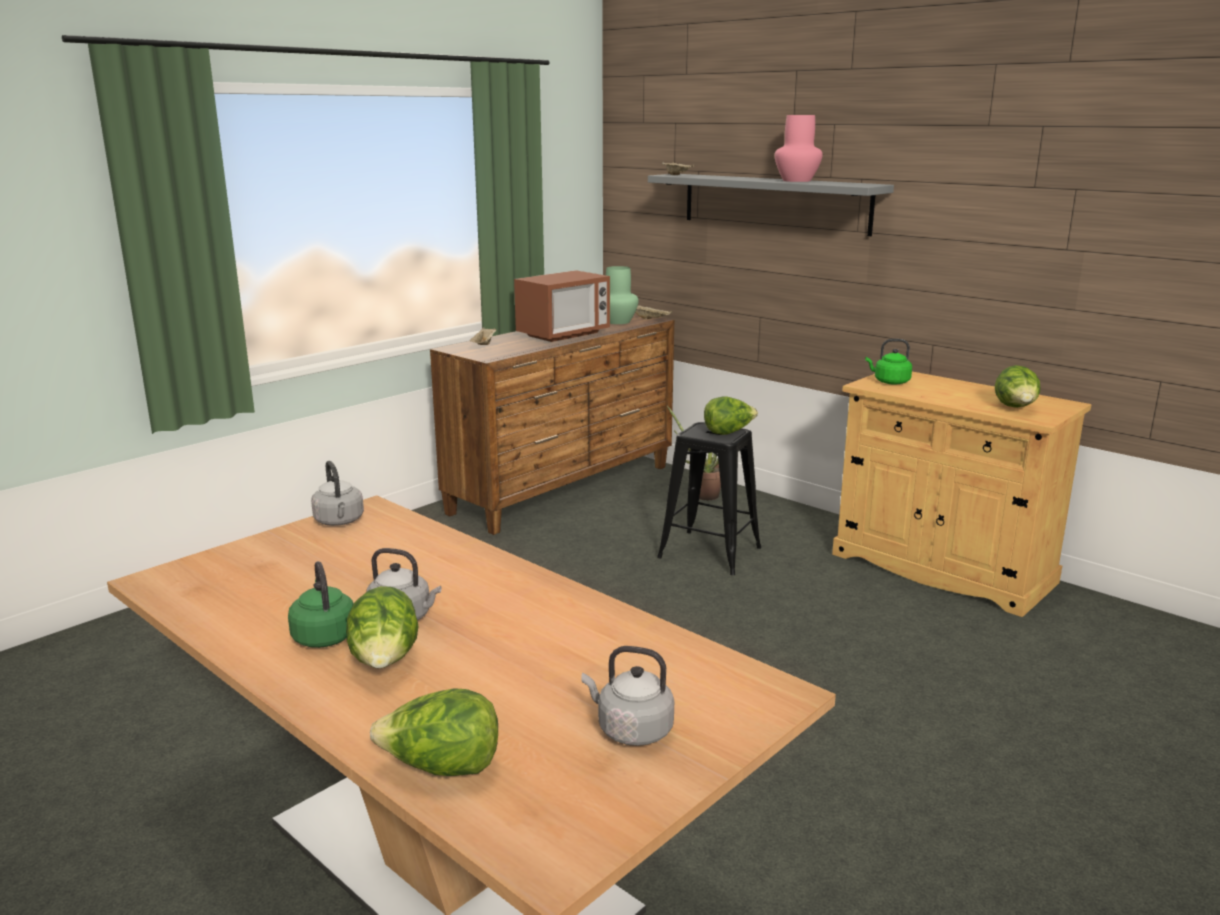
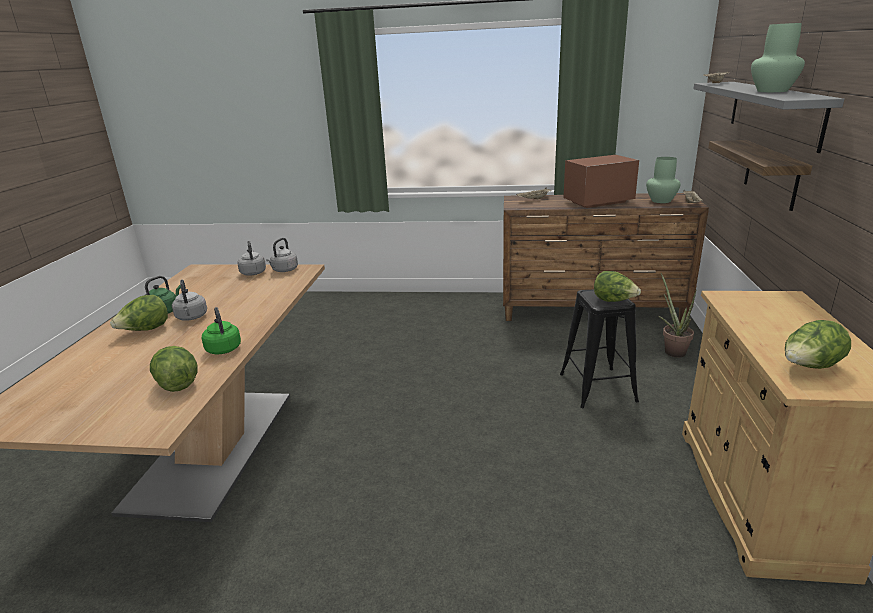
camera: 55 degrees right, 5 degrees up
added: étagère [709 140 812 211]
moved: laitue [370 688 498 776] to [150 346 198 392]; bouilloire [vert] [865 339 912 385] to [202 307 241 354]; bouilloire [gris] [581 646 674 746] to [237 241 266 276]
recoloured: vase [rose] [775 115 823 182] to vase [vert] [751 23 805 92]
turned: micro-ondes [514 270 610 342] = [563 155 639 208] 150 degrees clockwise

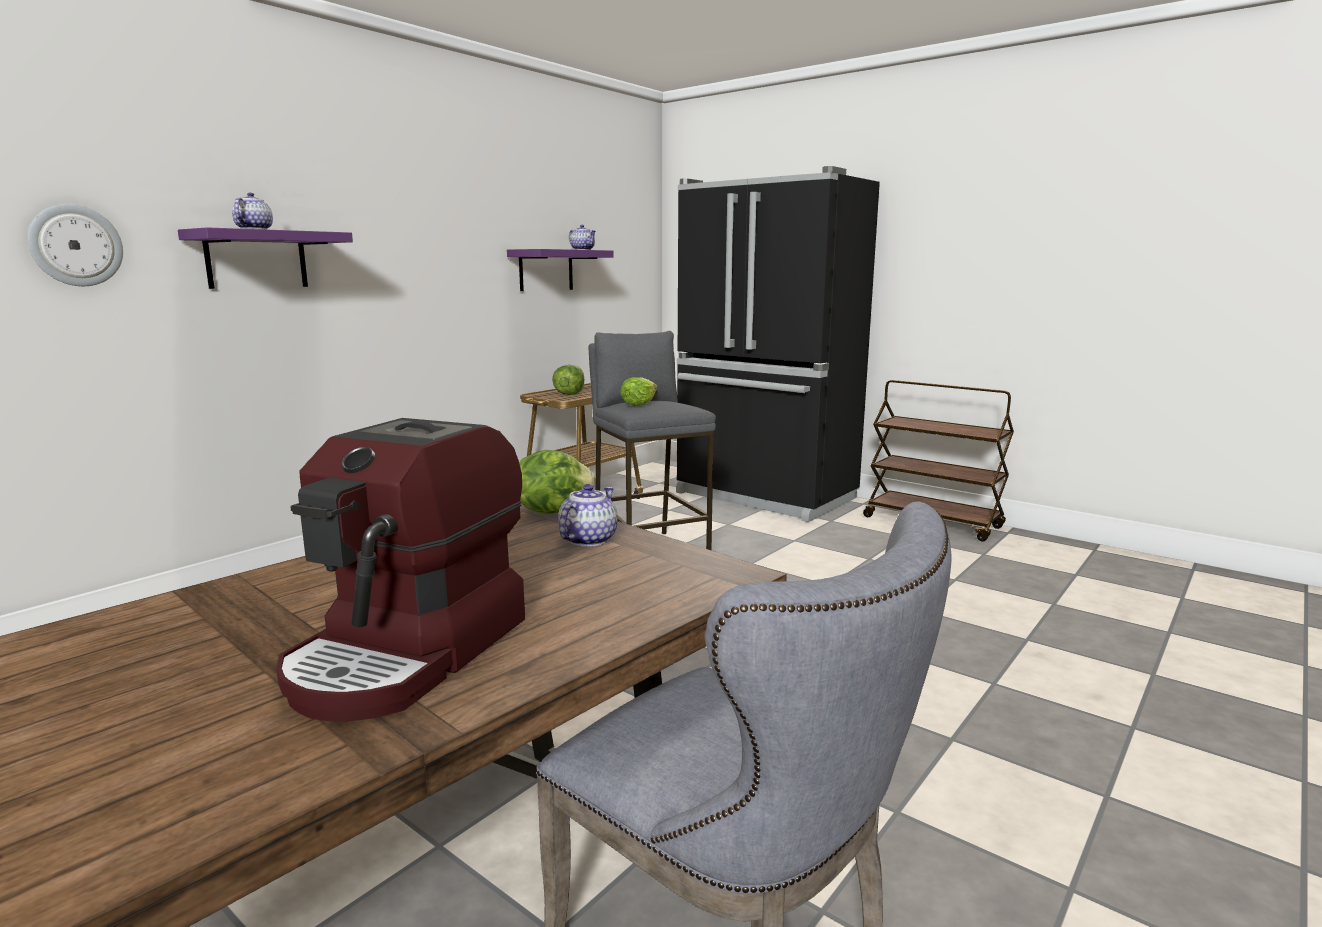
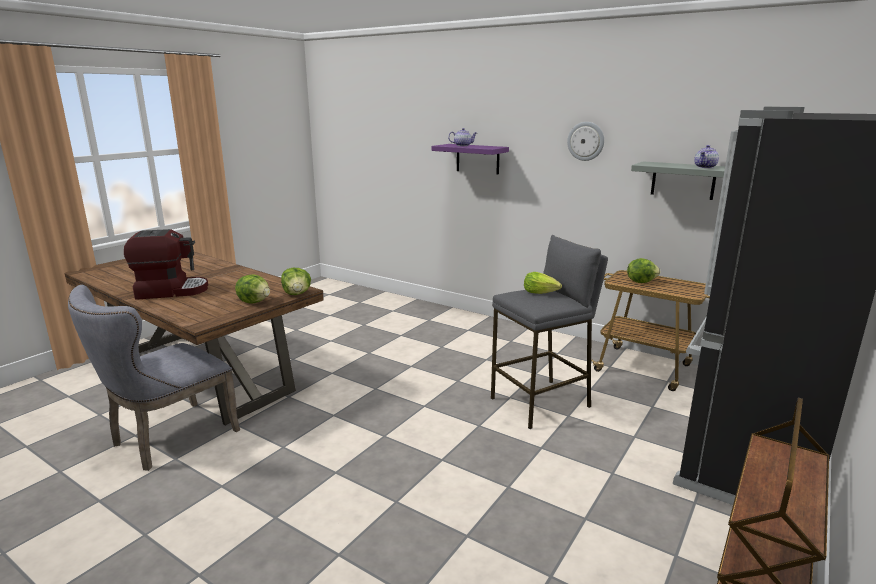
camera: 85 degrees right, 5 degrees up
moved: horloge murale [27 204 123 286] to [567 122 604 161]
replaced: théière [558 484 618 547] to laitue [235 274 270 304]
recoloured: étagère [violet] [507 249 614 291] to étagère [gris] [631 161 729 200]
turned: machine à café [276 418 525 722] = [124 229 208 300] 150 degrees clockwise

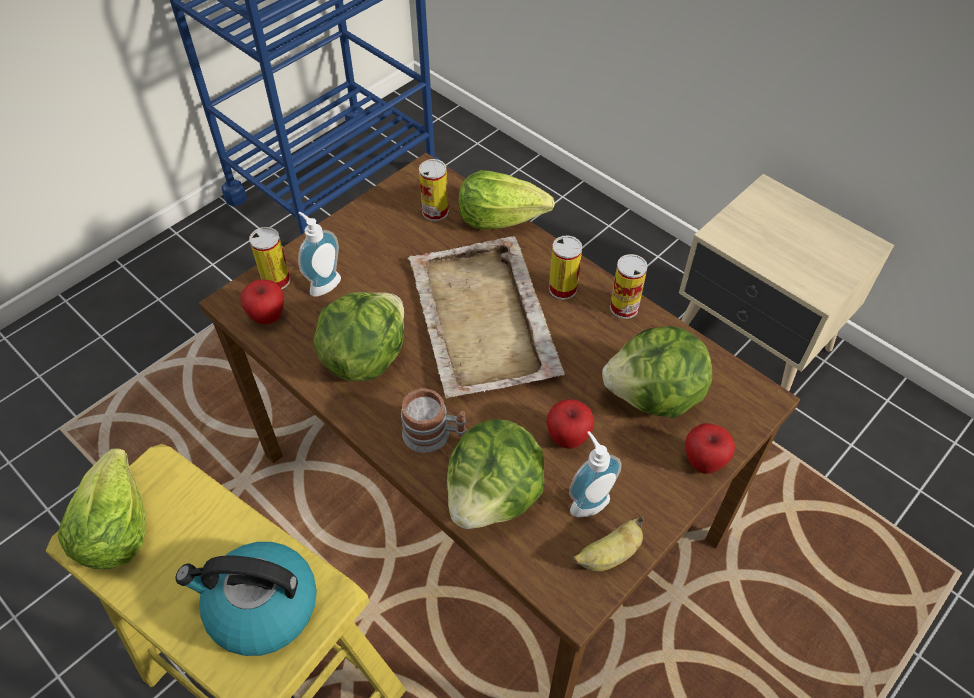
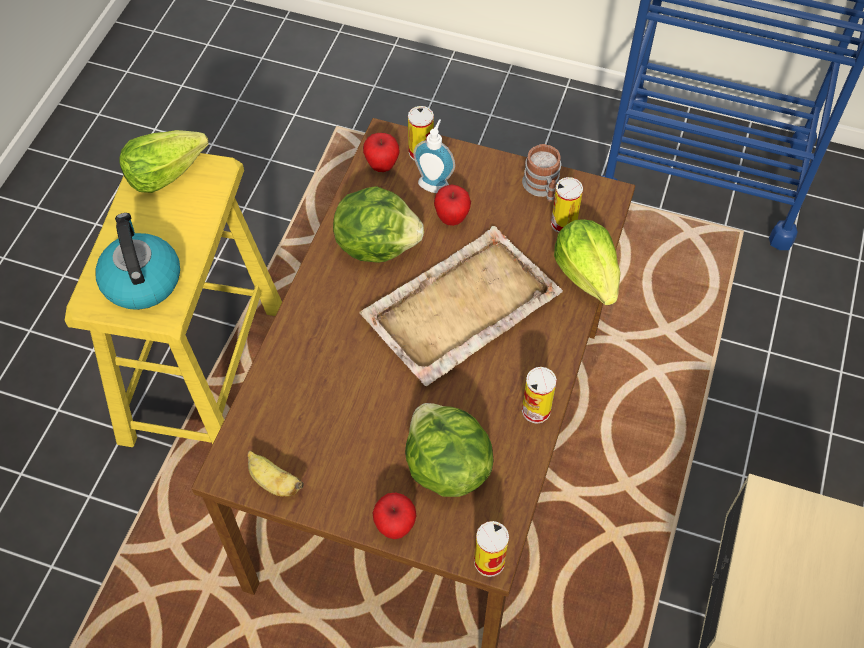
camera: 65 degrees right, 5 degrees up
removed: laitue [446 420 544 529]; distributeur de savon [569 431 621 517]
moved: pomme [546 399 594 449] to [434 184 471 226]; boîte métallique [549 236 582 300] to [474 521 509 577]; mug [401 388 466 453] to [522 144 561 202]

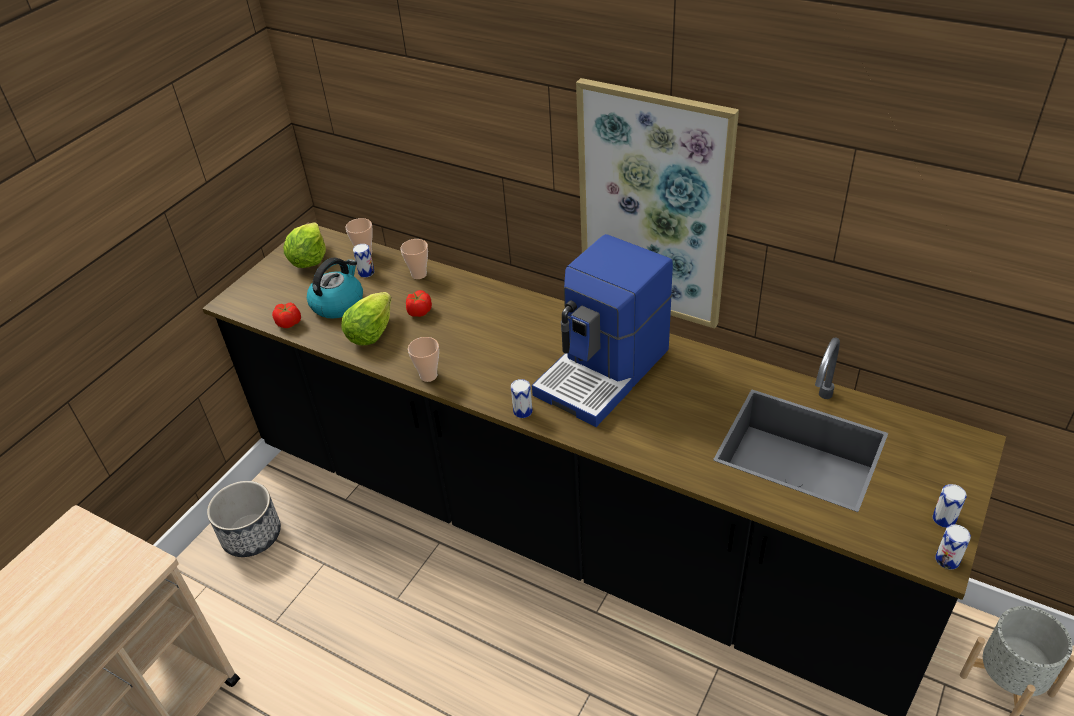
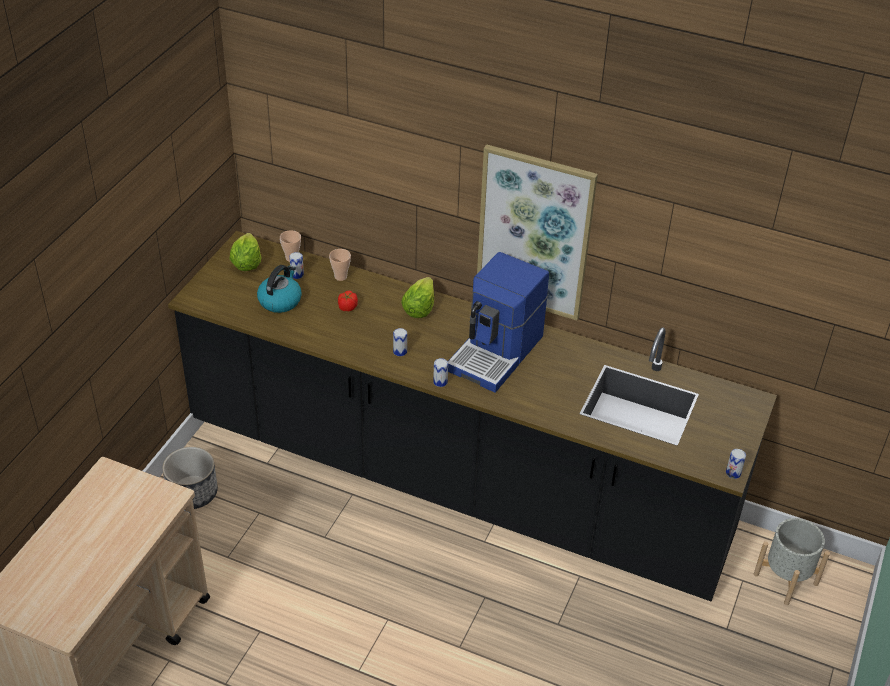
camera: 10 degrees left, 0 degrees up
removed: tomate [272 302 301 328]; tasse [408 337 439 382]
moved: boîte métallique [933 484 967 528] to [393 328 407 356]; laitue [341 292 392 346] to [401 277 434 318]

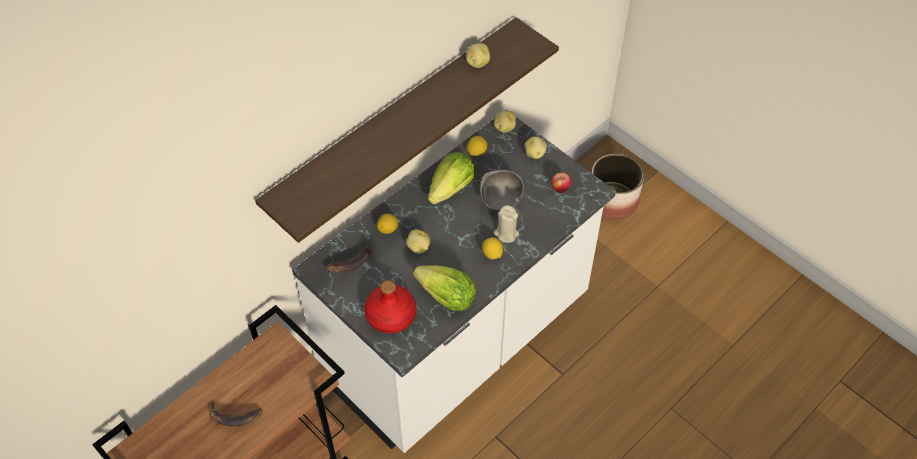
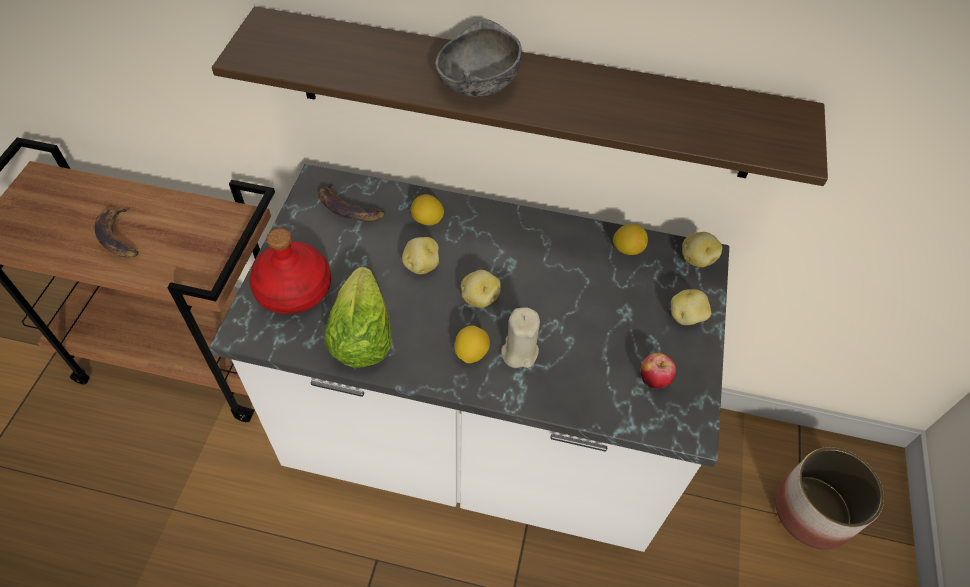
camera: 55 degrees right, 0 degrees up
removed: laitue [428 152 475 204]
moved: bol [gris] [480 170 524 212] to [435 19 522 97]; pomme de terre [466 43 490 68] to [461 270 501 308]

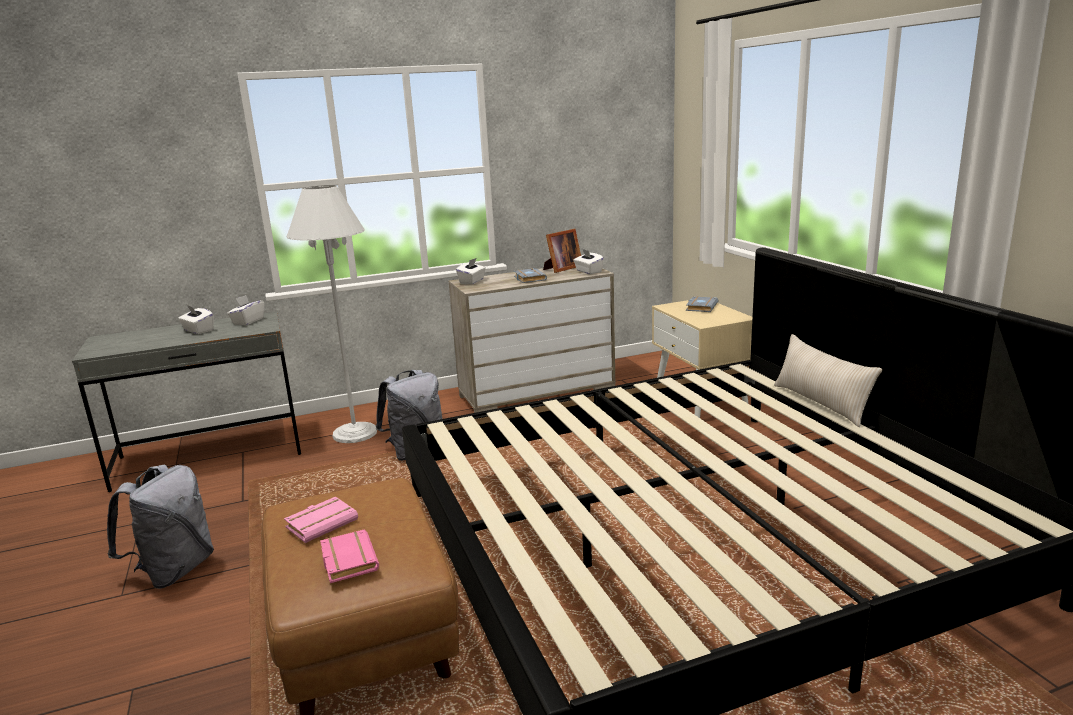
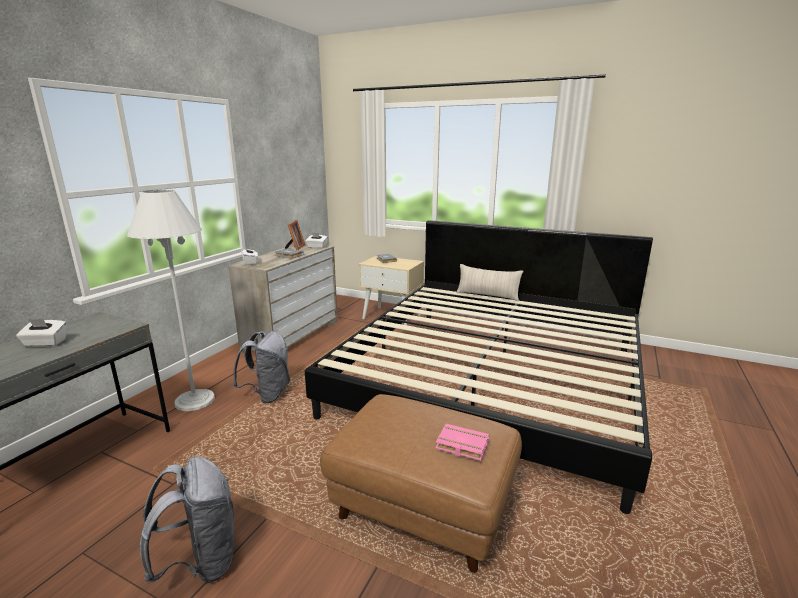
camera: 45 degrees left, 0 degrees up
removed: boîte à mouchoirs [blanc] [227 295 264 325]; livre [rose] [284 497 358 543]

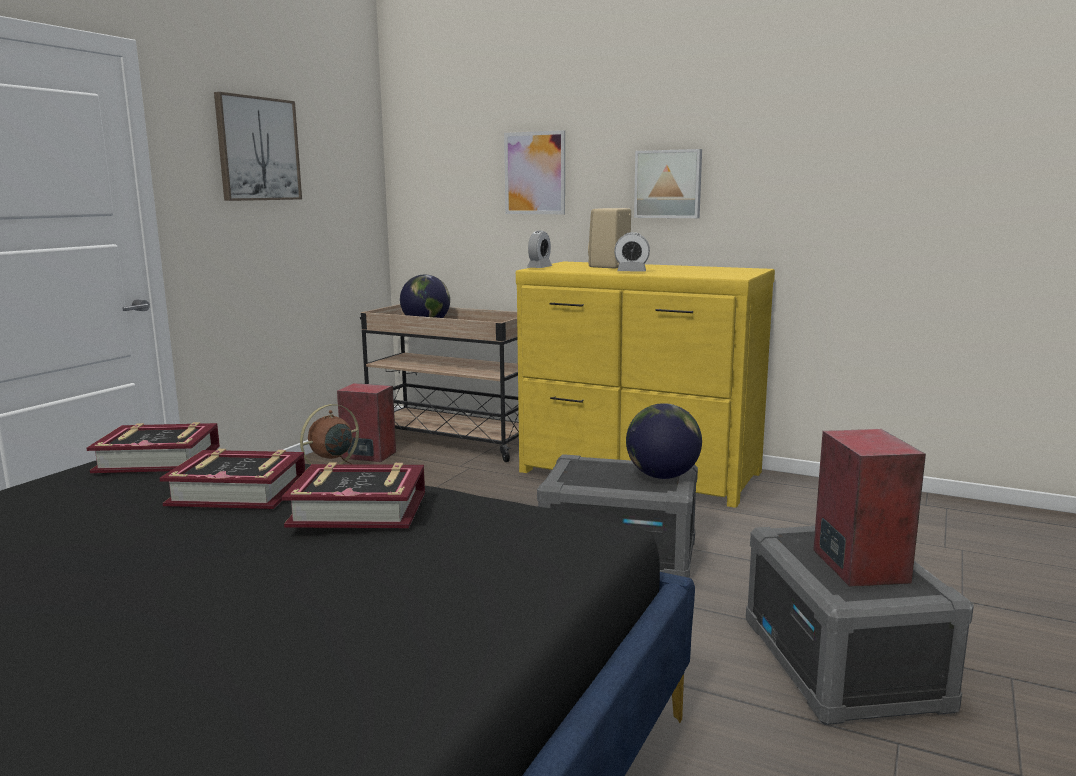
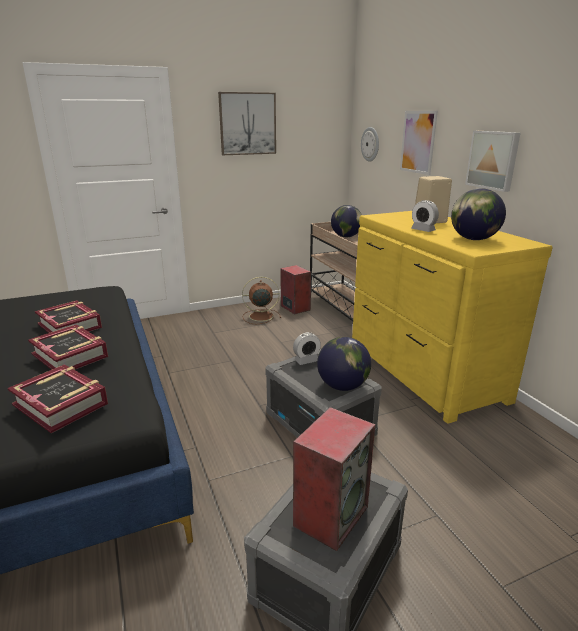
camera: 40 degrees right, 10 degrees up
added: horloge murale [361 127 379 162]; globe [451 188 506 240]
moved: livre [86 422 220 473] to [8 364 108 433]; réveil [527 231 552 268] to [293 332 321 365]

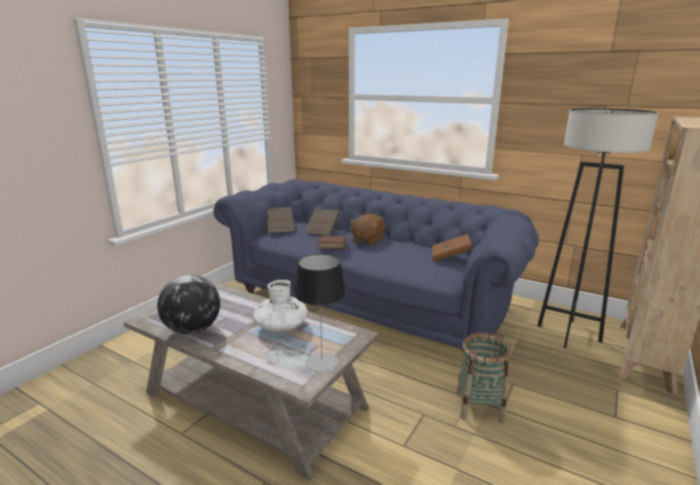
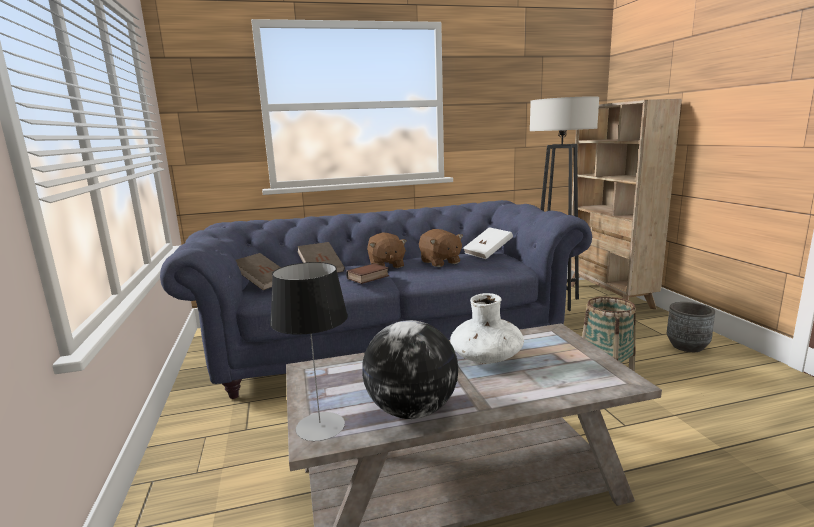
camera: 45 degrees left, 5 degrees down
added: peluche [marron] [419 229 463 267]; cache-pot [gris] [667 302 715 352]
moved: lampe de table [295 254 346 372] to [270 262 348 441]
recoloured: livre [marron] [432 234 472 262] to livre [blanc] [463 227 513 259]

